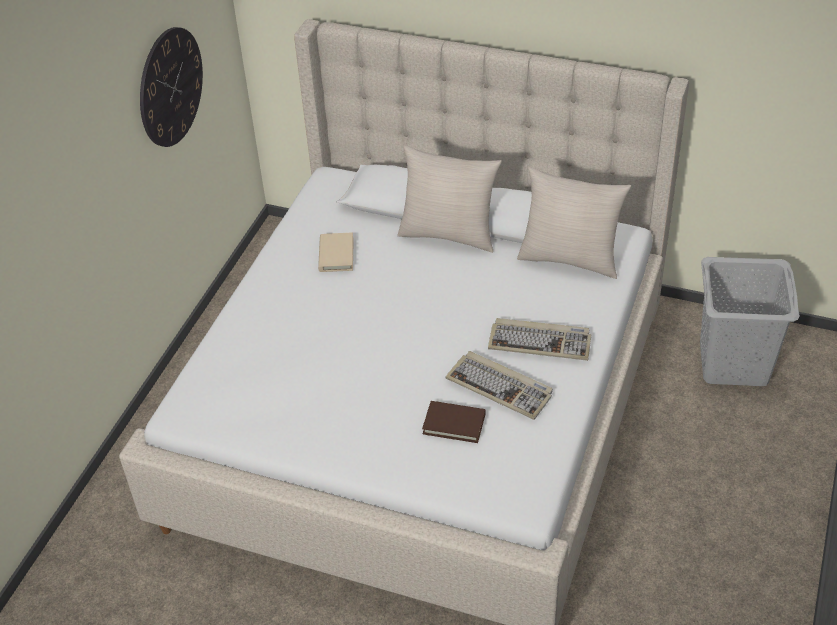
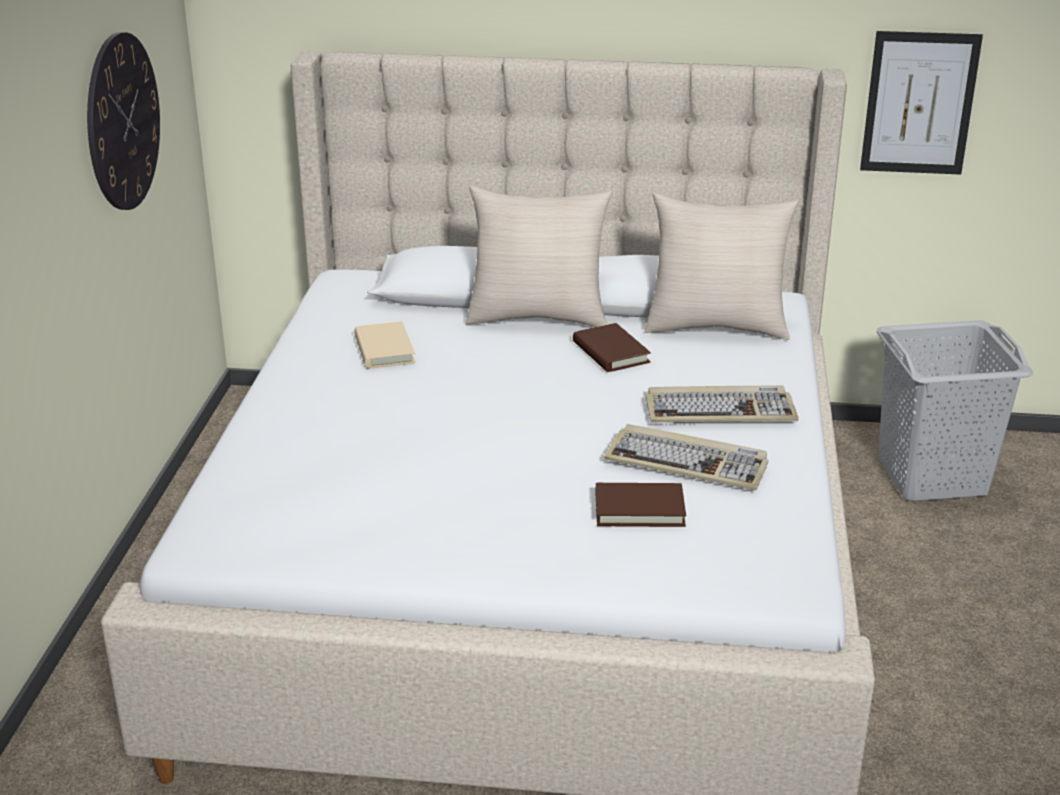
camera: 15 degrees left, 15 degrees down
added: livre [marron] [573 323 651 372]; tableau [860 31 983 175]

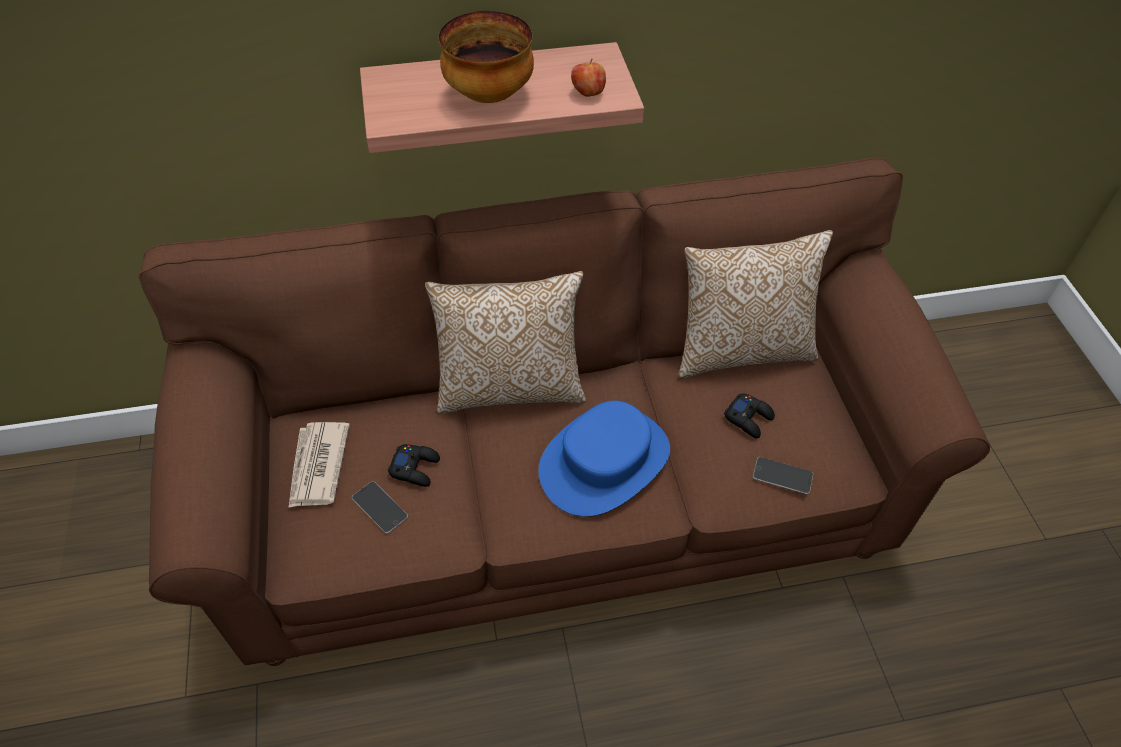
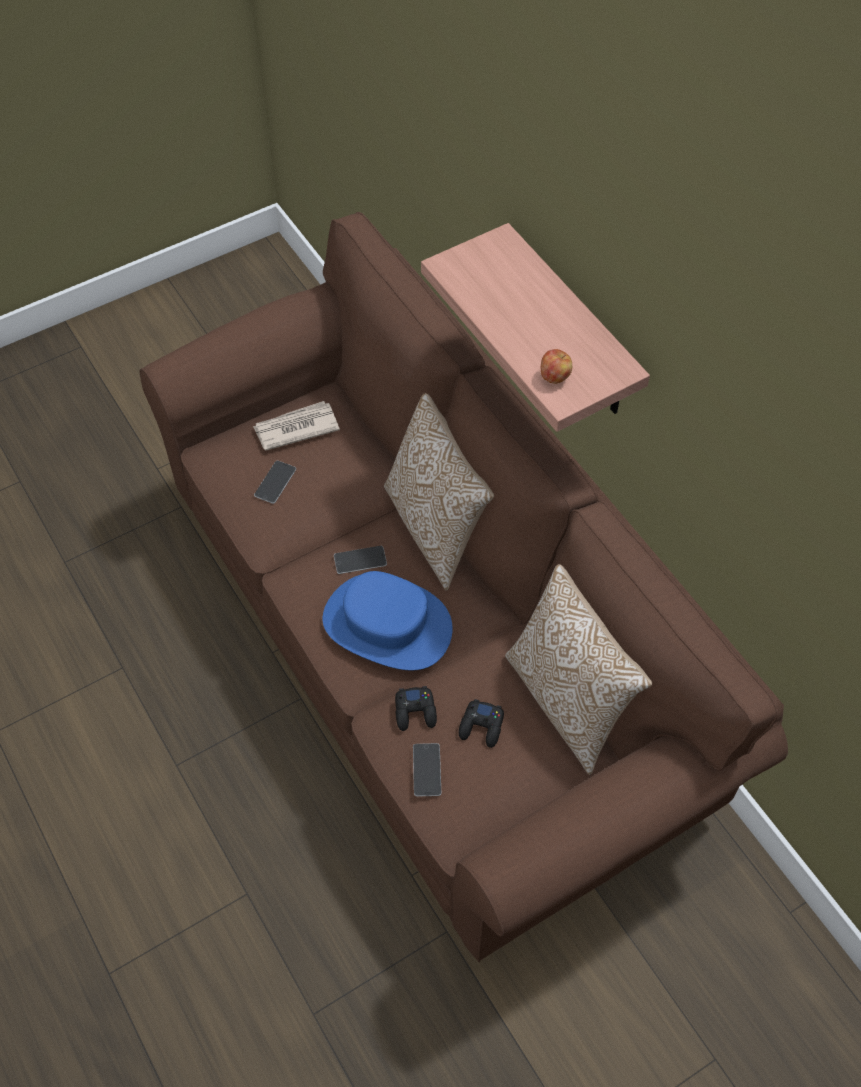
camera: 70 degrees right, 5 degrees up
removed: bol [439 11 534 103]
added: téléphone [334 546 387 574]
moved: manette [noir] [387 444 440 487] to [395 686 437 731]

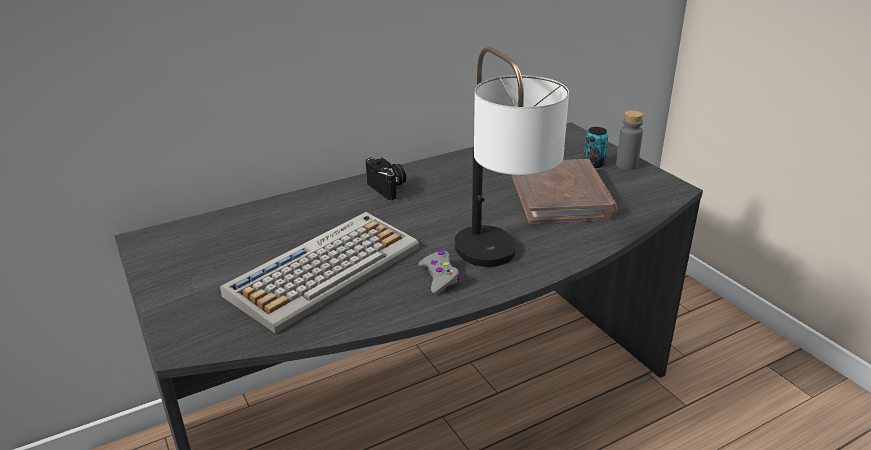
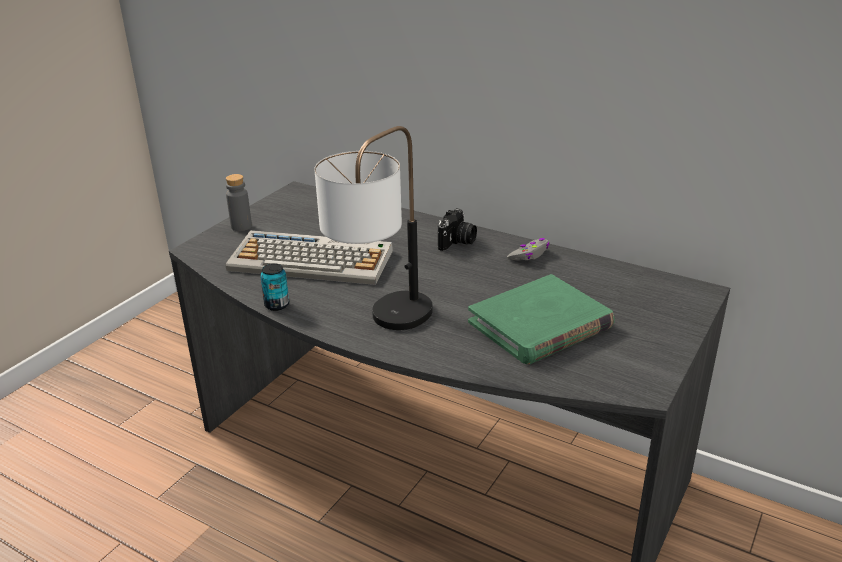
camera: 60 degrees right, 0 degrees up
moved: bouteille [gris] [616 110 643 170] to [226 174 252 231]; boîte métallique [584 127 608 168] to [260 263 289 311]; manette [gris] [418 250 460 294] to [507 238 550 260]
recoloured: livre [marron] [512 159 618 224] to livre [vert] [468 274 615 364]

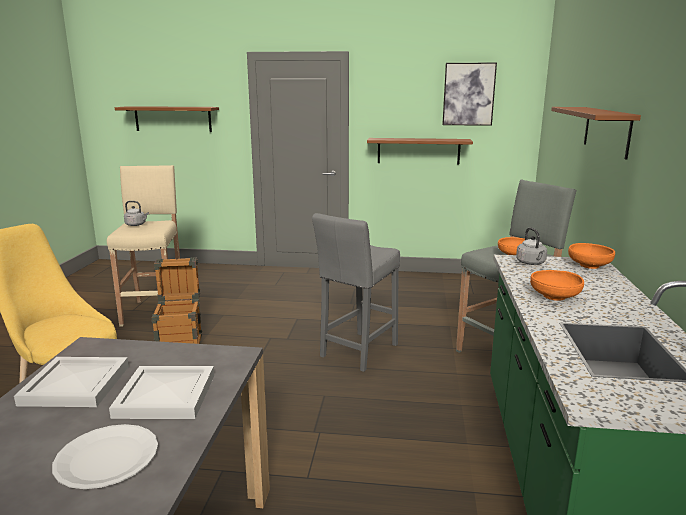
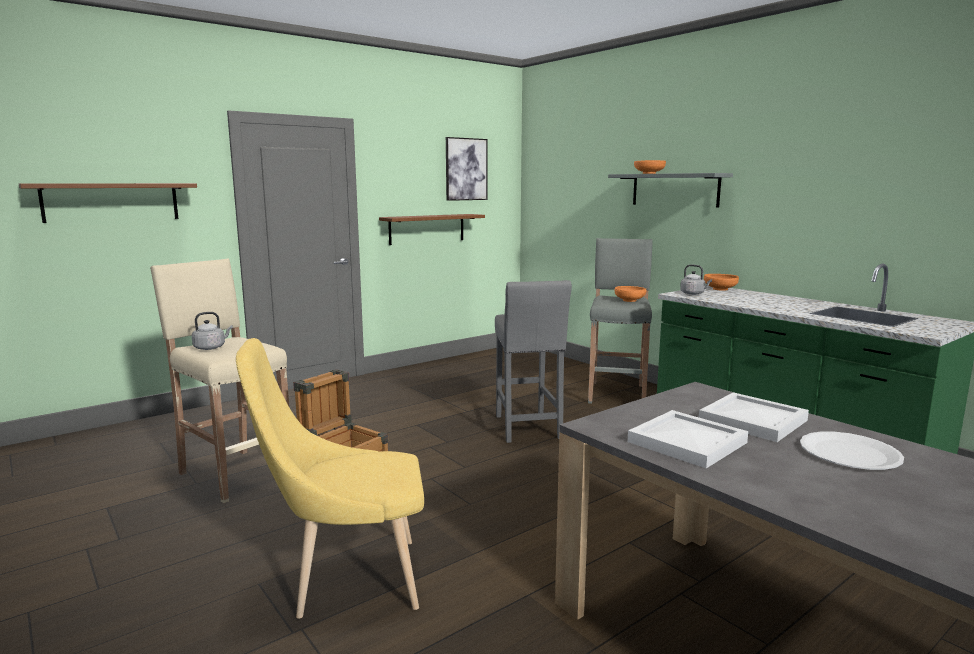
camera: 45 degrees left, 5 degrees down
moved: bol [orange] [530 270 584 301] to [634 160 666 174]
recoloured: étagère [marron] [551 107 641 160] to étagère [gris] [608 173 733 207]

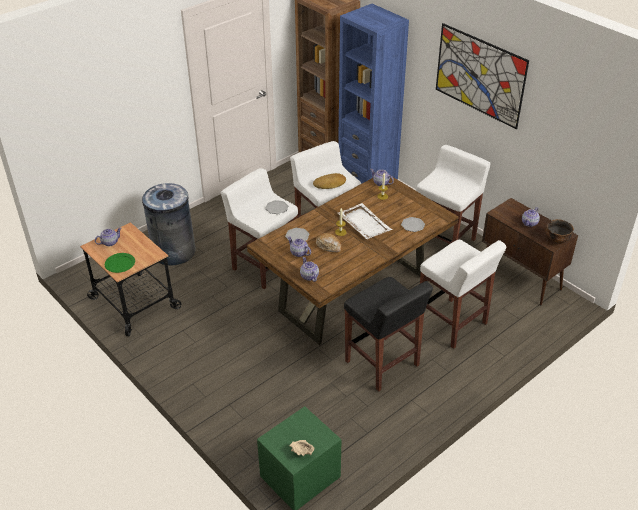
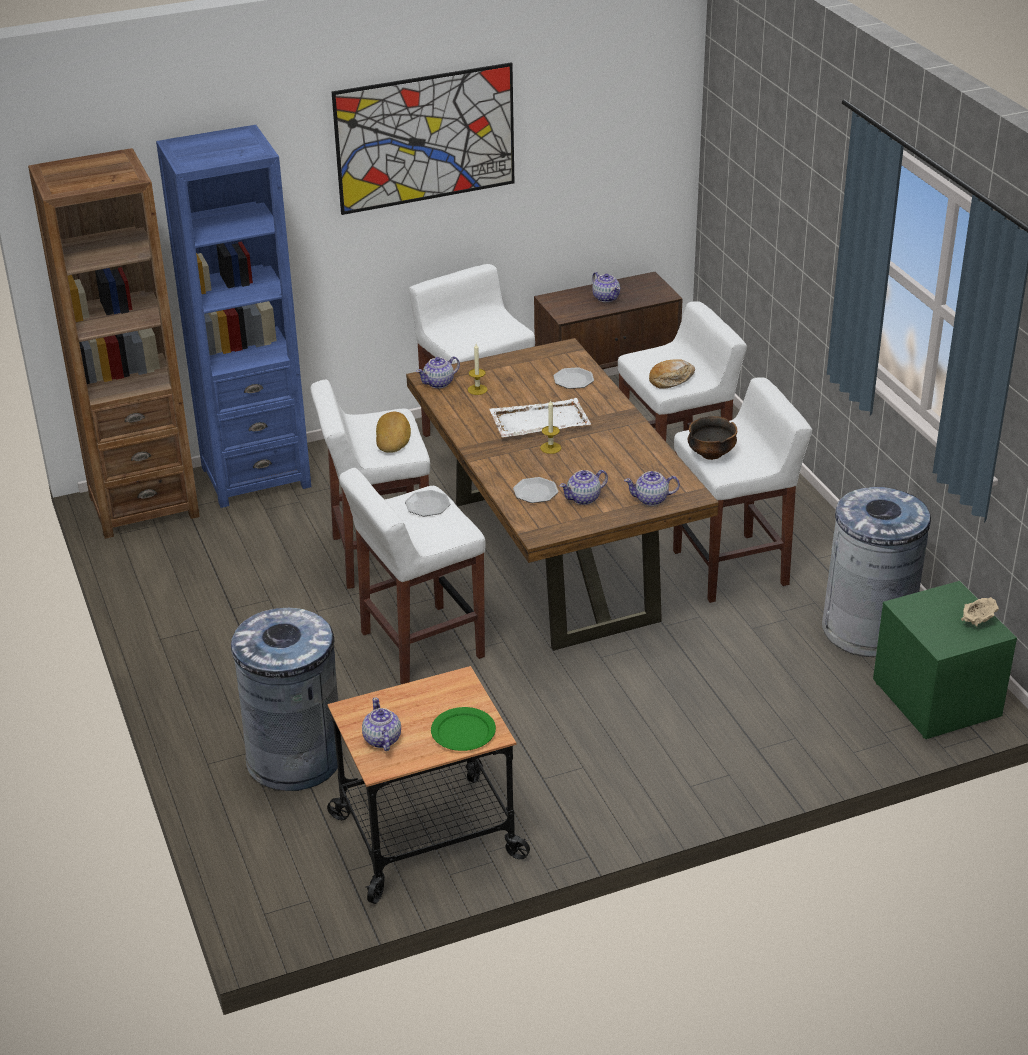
camera: 70 degrees left, 5 degrees down
added: poubelle [gris] [822 487 931 657]
moved: pain [316 233 342 252] to [649 359 695 389]; bol [545 219 574 244] to [688 416 738 460]
recoloured: tabouret [noir] [344 277 433 391] to tabouret [blanc] [673 378 812 603]

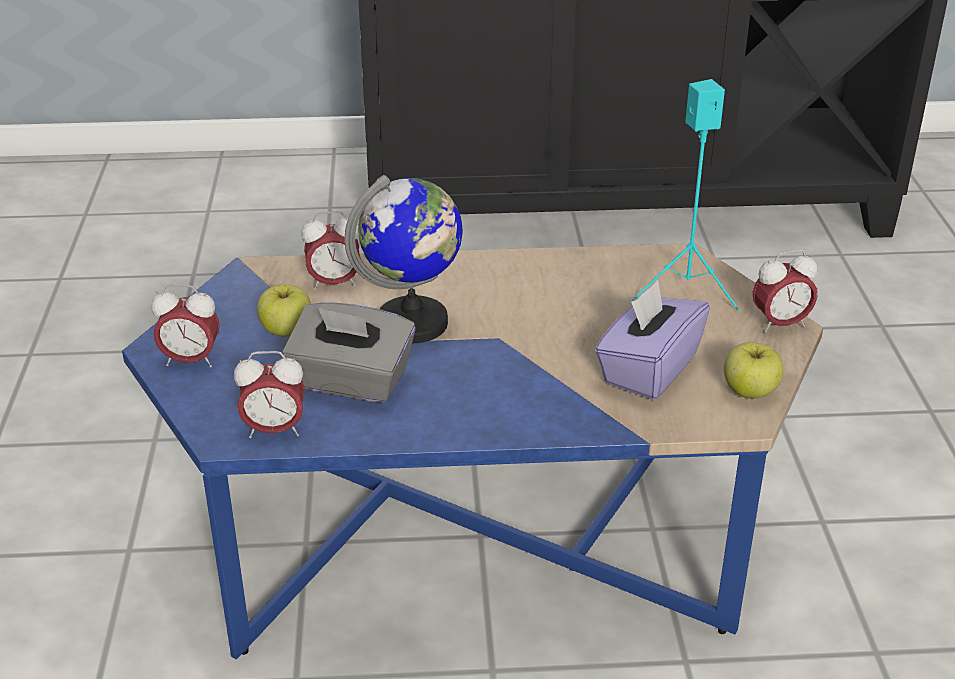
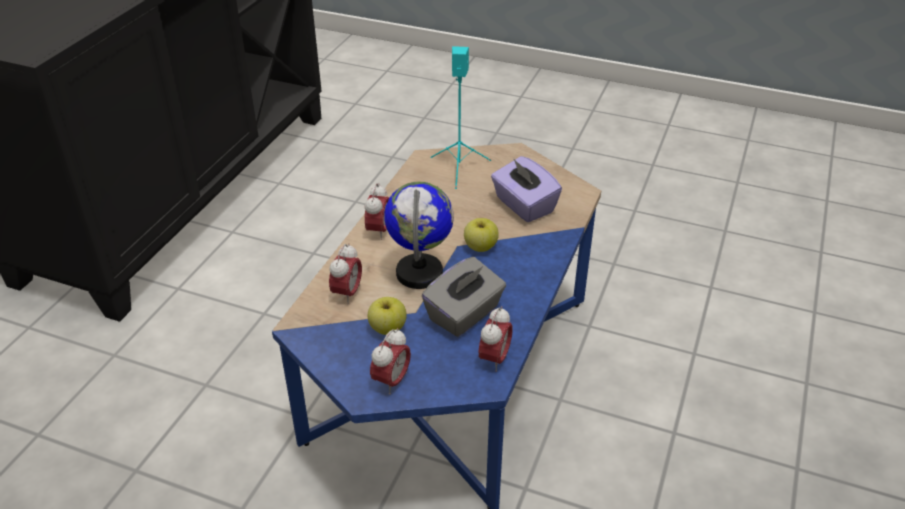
camera: 65 degrees left, 5 degrees up
moved: réveil [753 249 818 333] to [365 184 389 240]; pomme [724 342 783 398] to [464 218 499 252]

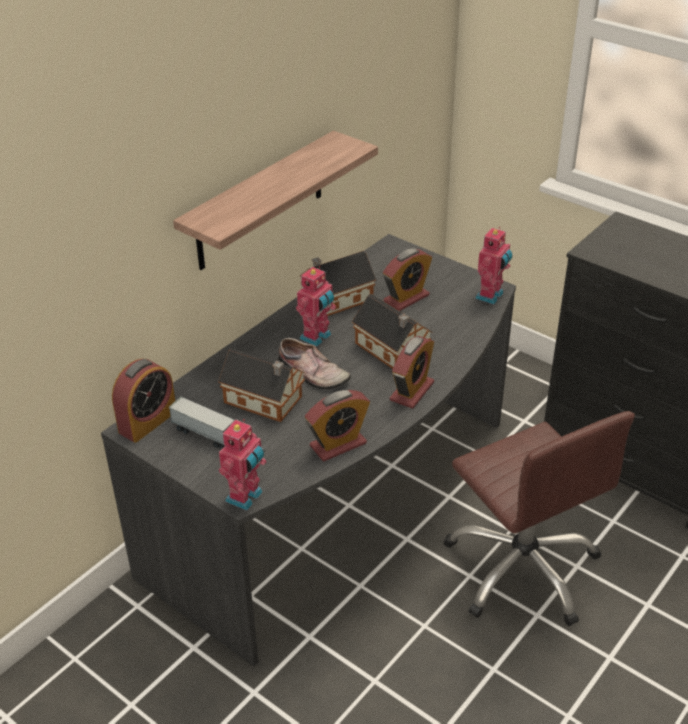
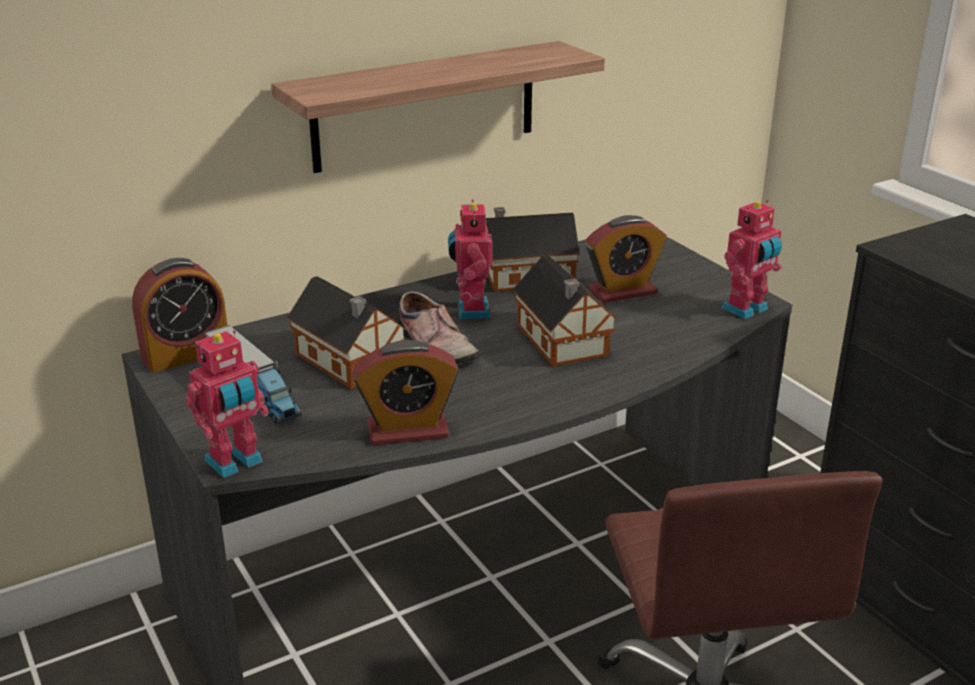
camera: 20 degrees right, 10 degrees down
removed: réveil [390 336 434 409]
turned: robot jouet [296 266 336 347] = [448 199 492 319] 120 degrees clockwise

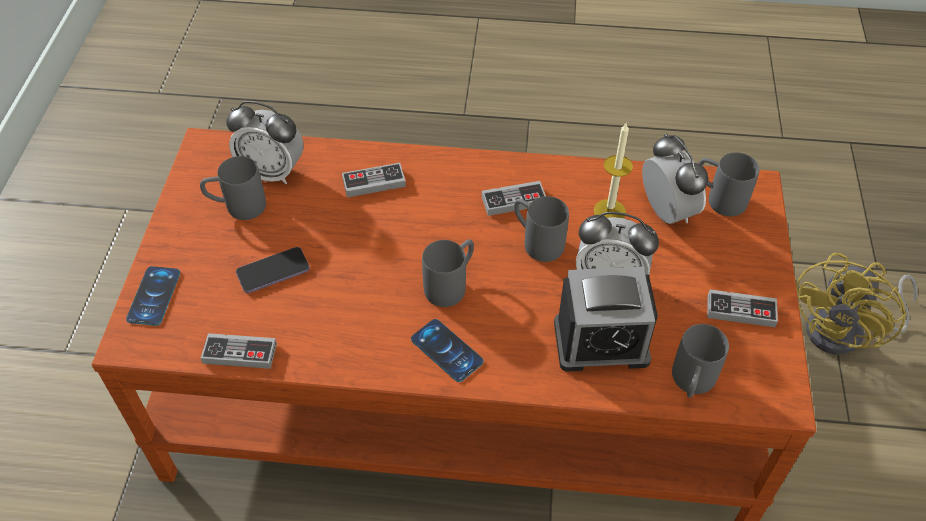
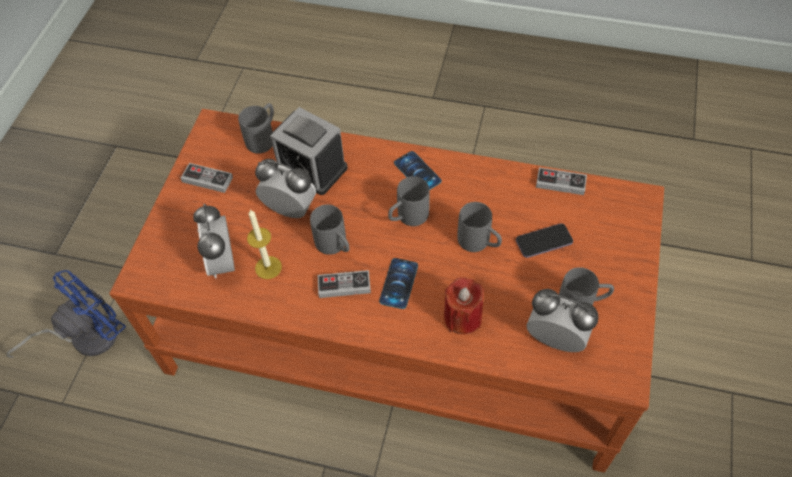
camera: 170 degrees left, 5 degrees up
moved: téléphone [126 266 180 326] to [379 258 418 309]; mug [gris] [698 152 759 216] to [457 202 502 252]
replaced: manette [342 163 406 197] to bougie [rouge] [444 277 484 334]
recoloured: ventilateur [jaune] [796 253 917 355] to ventilateur [bleu] [6 270 126 358]
turned: réveil [554 267 658 372] = [270 107 348 195] 150 degrees counterclockwise

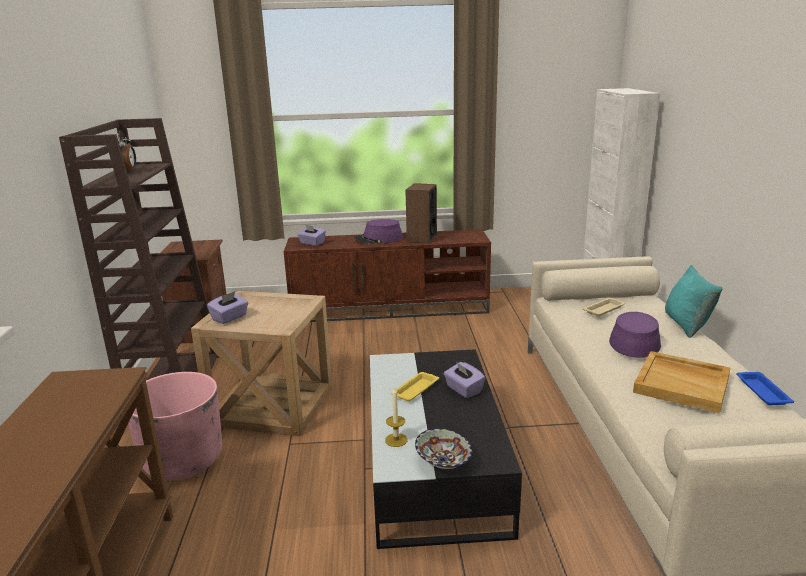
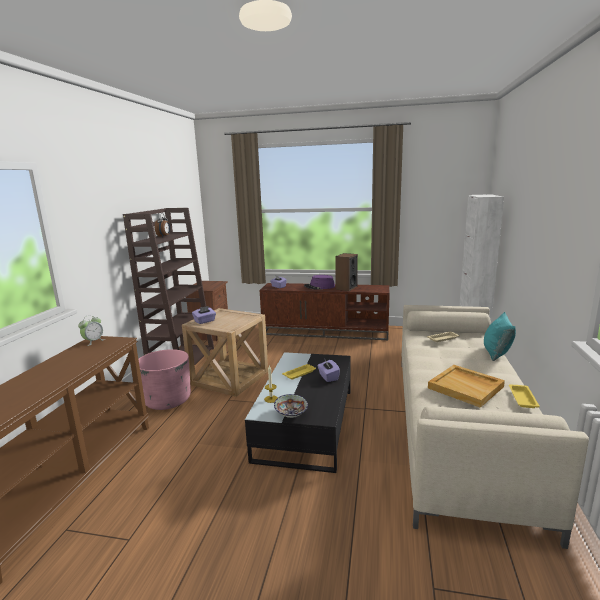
camera: 15 degrees right, 5 degrees down
removed: chapeau [violet] [609 312 661 358]
added: réveil [78 315 105 346]
recoloured: plateau [bleu] [736 372 794 405] to plateau [jaune] [509 384 540 408]

